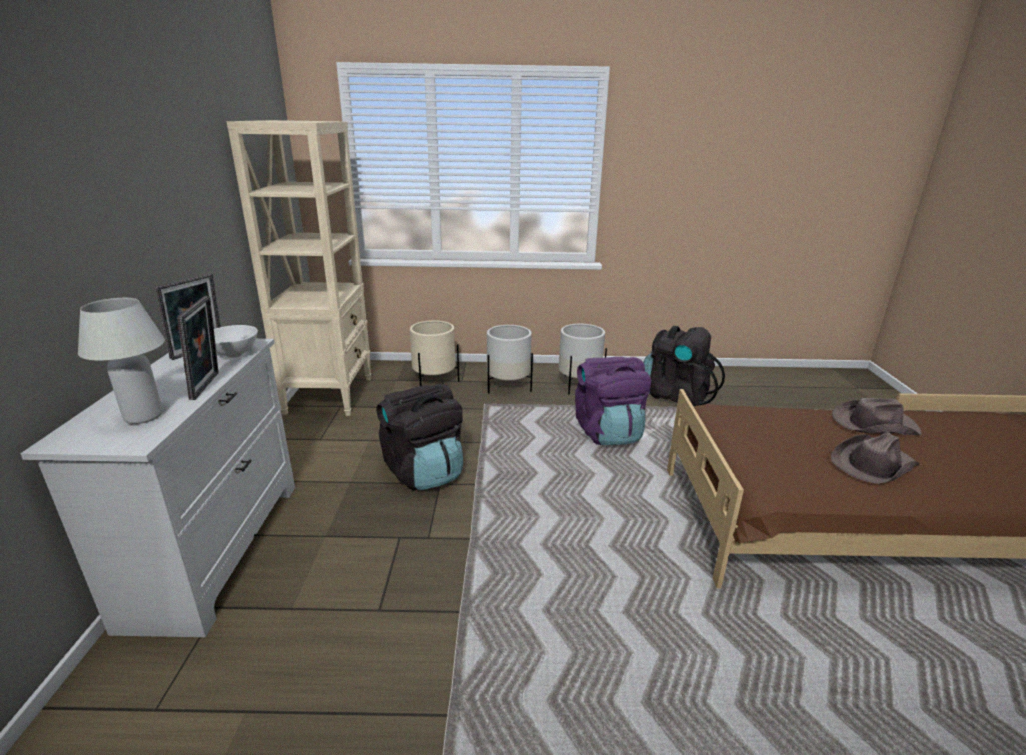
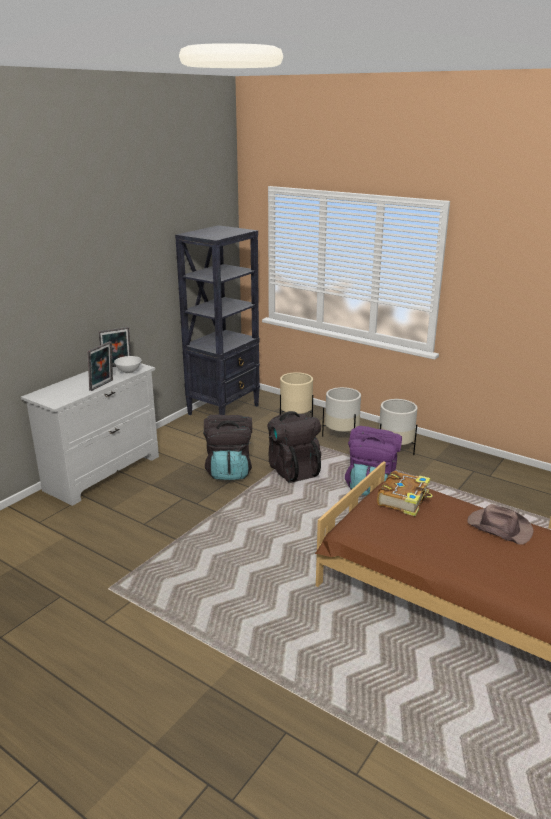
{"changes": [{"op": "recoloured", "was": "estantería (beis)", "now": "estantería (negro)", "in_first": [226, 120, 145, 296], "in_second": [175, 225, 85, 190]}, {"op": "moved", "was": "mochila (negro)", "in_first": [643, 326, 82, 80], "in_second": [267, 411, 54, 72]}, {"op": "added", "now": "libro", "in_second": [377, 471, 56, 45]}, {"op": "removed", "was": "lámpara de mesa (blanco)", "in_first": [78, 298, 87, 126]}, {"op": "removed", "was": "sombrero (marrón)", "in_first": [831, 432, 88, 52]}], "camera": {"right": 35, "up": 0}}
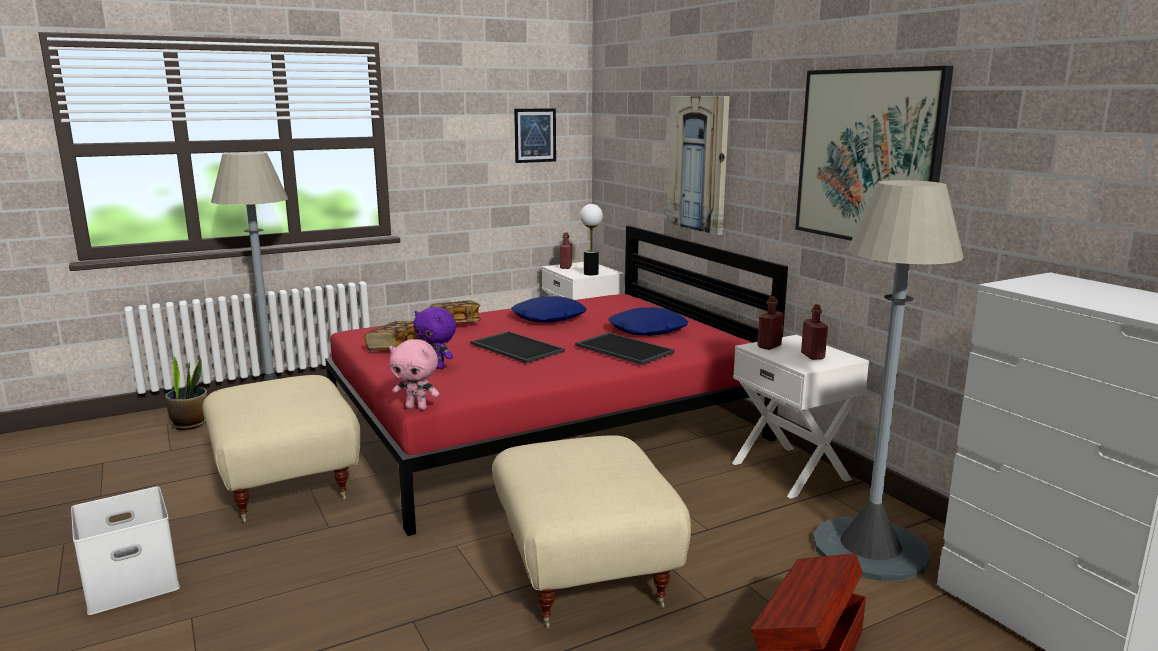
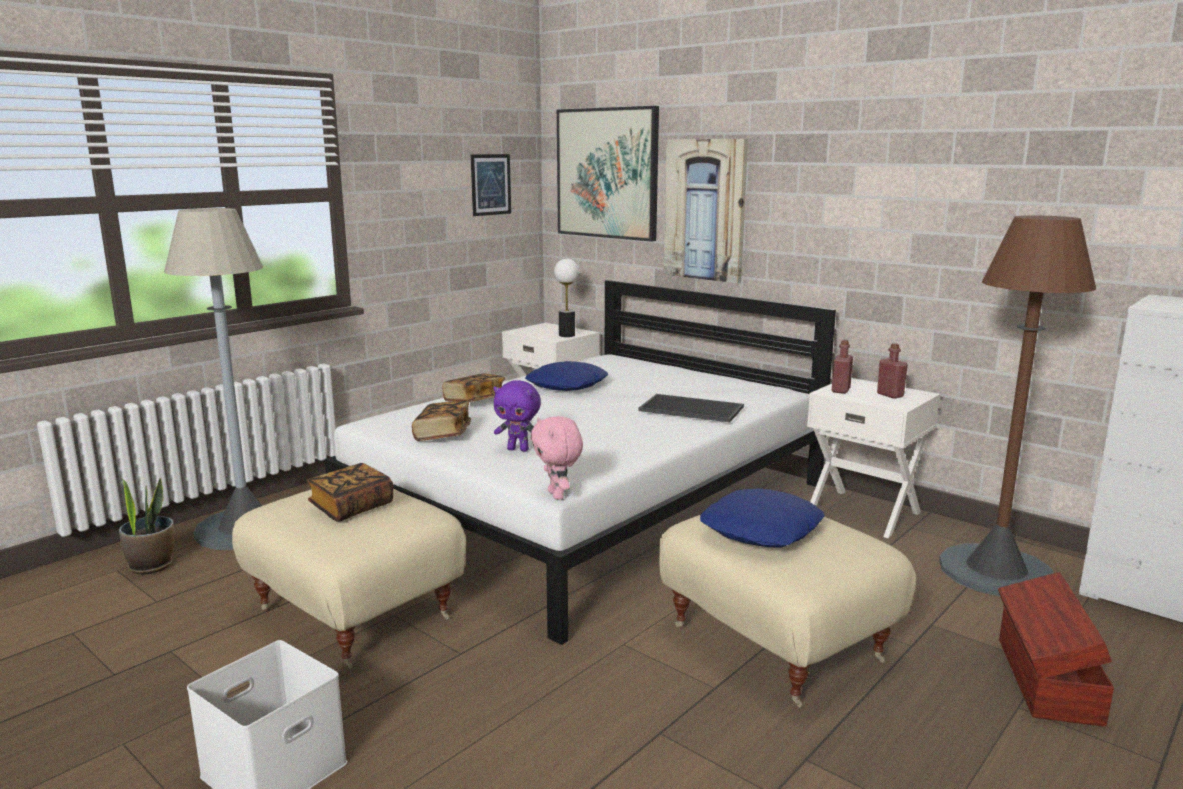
{"changes": [{"op": "added", "now": "libro", "in_second": [307, 463, 86, 59]}, {"op": "recoloured", "was": "cama (rojo)", "now": "cama (blanco)", "in_first": [325, 226, 463, 310], "in_second": [325, 280, 511, 365]}, {"op": "turned", "was": "peluche (rosa)", "in_first": [389, 339, 51, 71], "in_second": [531, 416, 52, 84], "clockwise": 75}, {"op": "moved", "was": "cuadro", "in_first": [795, 66, 159, 175], "in_second": [557, 106, 102, 136]}, {"op": "moved", "was": "cojín (azul)", "in_first": [608, 307, 80, 29], "in_second": [700, 489, 125, 59]}, {"op": "recoloured", "was": "lámpara de pie (gris)", "now": "lámpara de pie (marrón)", "in_first": [813, 180, 150, 401], "in_second": [939, 215, 157, 382]}, {"op": "removed", "was": "bandeja", "in_first": [470, 331, 95, 32]}, {"op": "removed", "was": "botella (rojo)", "in_first": [560, 232, 12, 37]}], "camera": {"right": -20, "up": 0}}
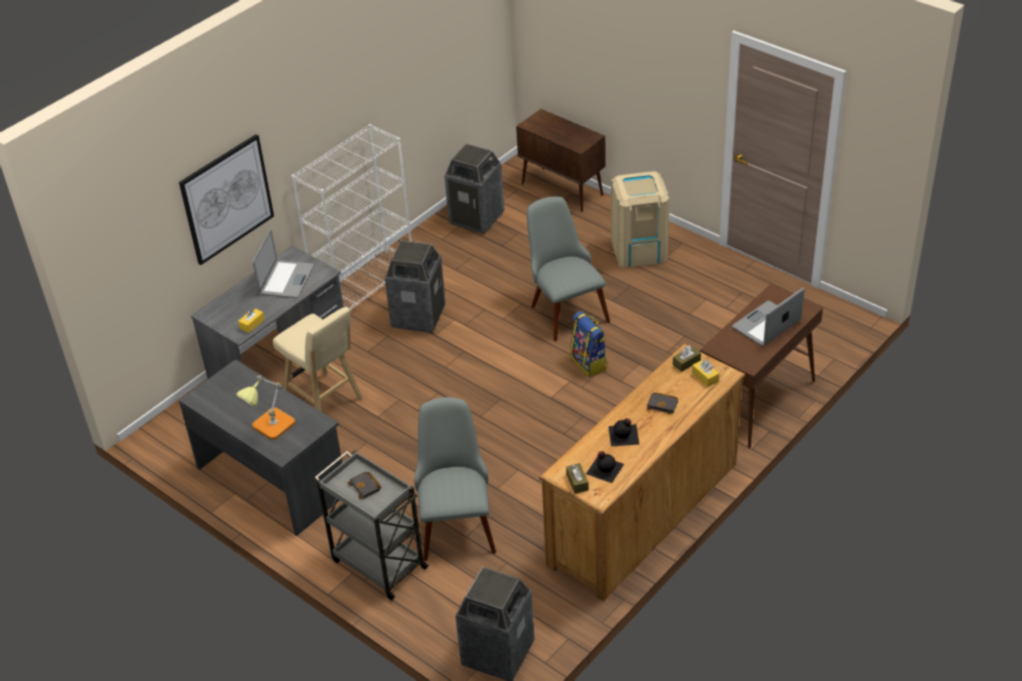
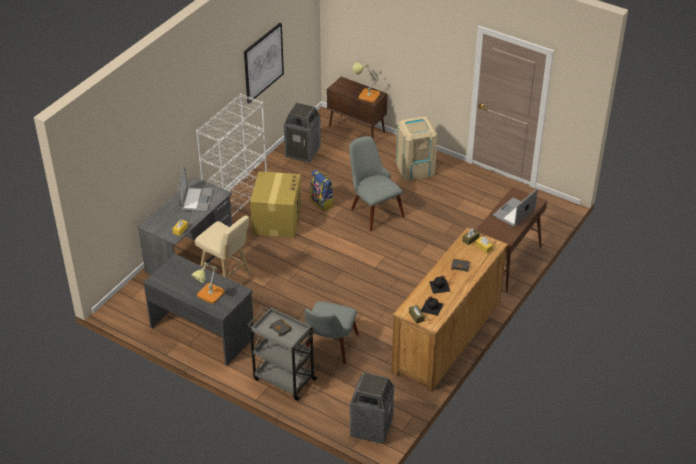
{"changes": [{"op": "moved", "was": "cuadro", "in_first": [179, 134, 95, 131], "in_second": [244, 23, 40, 80]}, {"op": "replaced", "was": "papelera", "now": "caja de cartón", "in_first": [385, 240, 61, 93], "in_second": [250, 171, 52, 67]}, {"op": "turned", "was": "silla (gris)", "in_first": [414, 397, 82, 164], "in_second": [304, 301, 55, 63], "clockwise": -150}, {"op": "moved", "was": "mochila", "in_first": [570, 311, 38, 66], "in_second": [310, 170, 24, 41]}, {"op": "added", "now": "lámpara de mesa", "in_second": [353, 62, 27, 41]}], "camera": {"right": -10, "up": 0}}
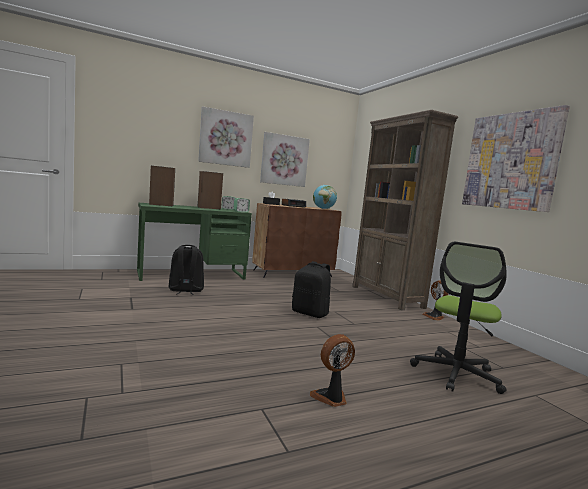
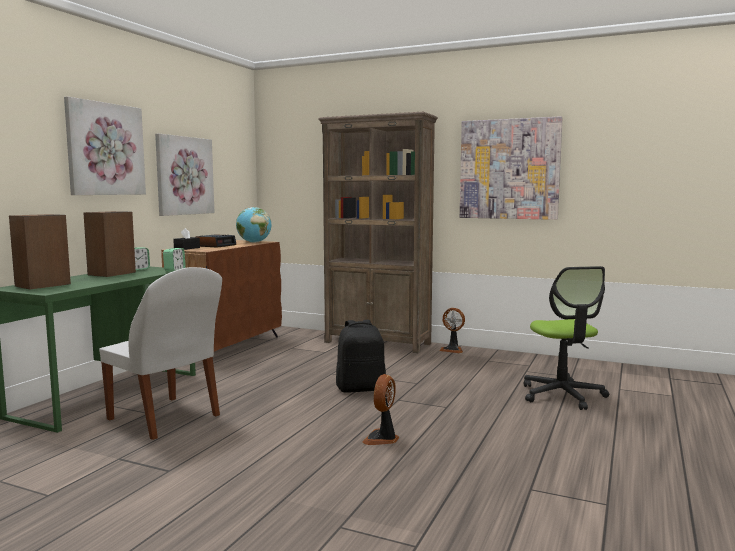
{"changes": [{"op": "replaced", "was": "mochila (negro)", "now": "silla (blanco)", "in_first": [169, 245, 35, 50], "in_second": [99, 267, 123, 173]}, {"op": "moved", "was": "ventilador", "in_first": [310, 334, 45, 73], "in_second": [362, 374, 37, 71]}], "camera": {"right": -40, "up": 0}}
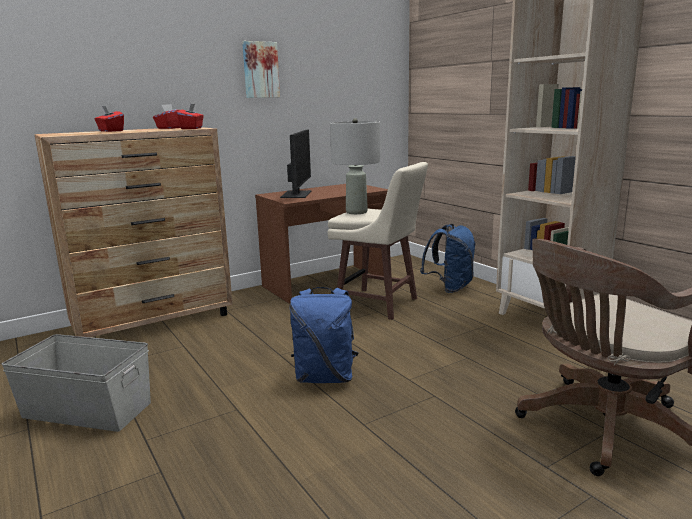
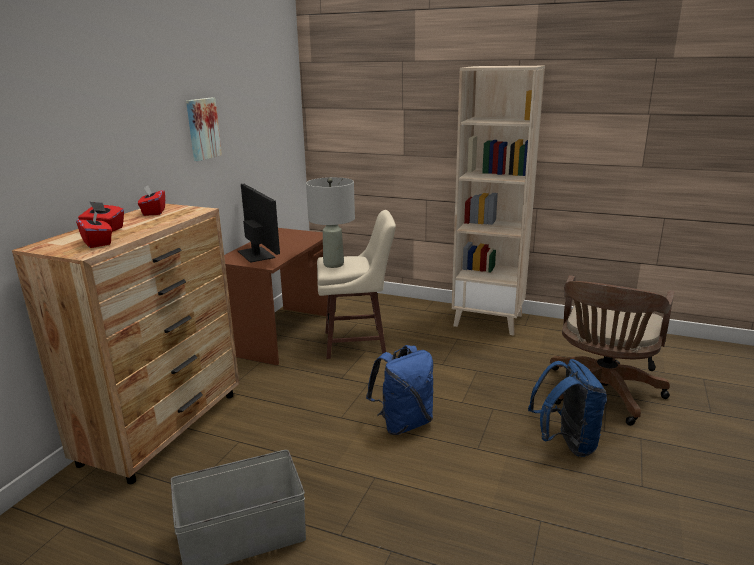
{"changes": [{"op": "moved", "was": "caja de pañuelos (rojo)", "in_first": [177, 104, 27, 25], "in_second": [76, 211, 36, 37]}, {"op": "moved", "was": "mochila (azul)", "in_first": [420, 224, 56, 69], "in_second": [528, 359, 79, 98]}], "camera": {"right": -35, "up": 5}}
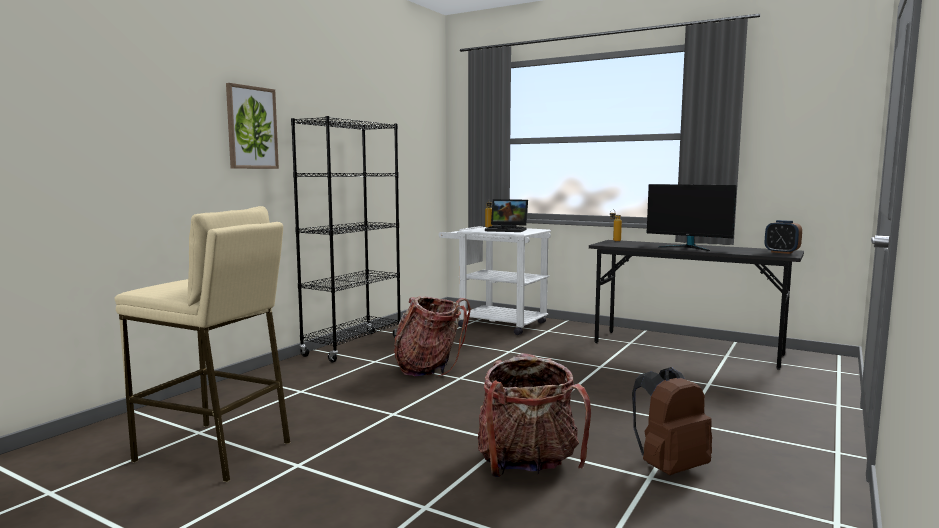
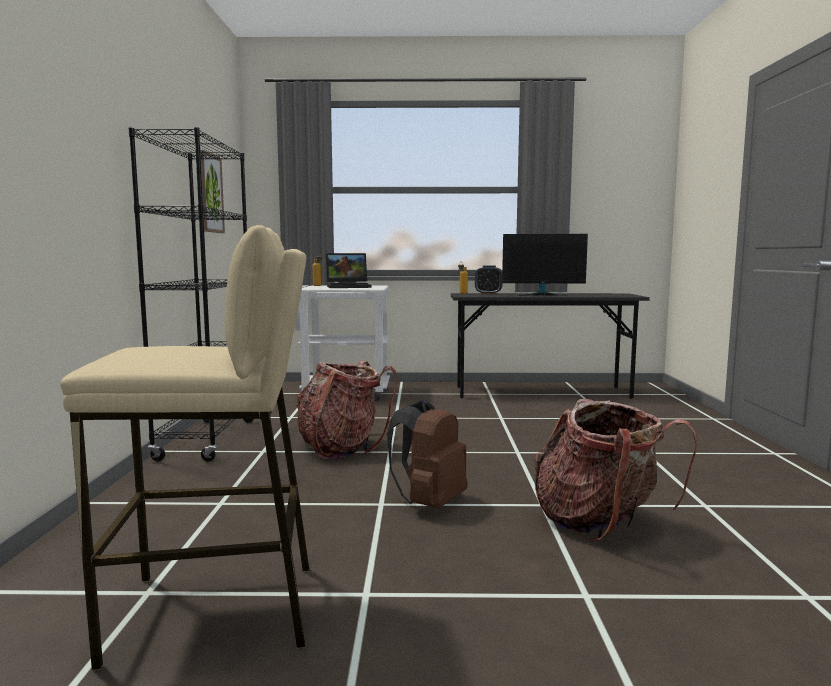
{"changes": [{"op": "moved", "was": "cuadro", "in_first": [226, 83, 53, 86], "in_second": [200, 150, 25, 83]}, {"op": "moved", "was": "mochila (marrón)", "in_first": [632, 367, 80, 108], "in_second": [387, 400, 81, 109]}, {"op": "moved", "was": "despertador", "in_first": [765, 220, 37, 34], "in_second": [475, 266, 28, 28]}], "camera": {"right": -30, "up": 0}}
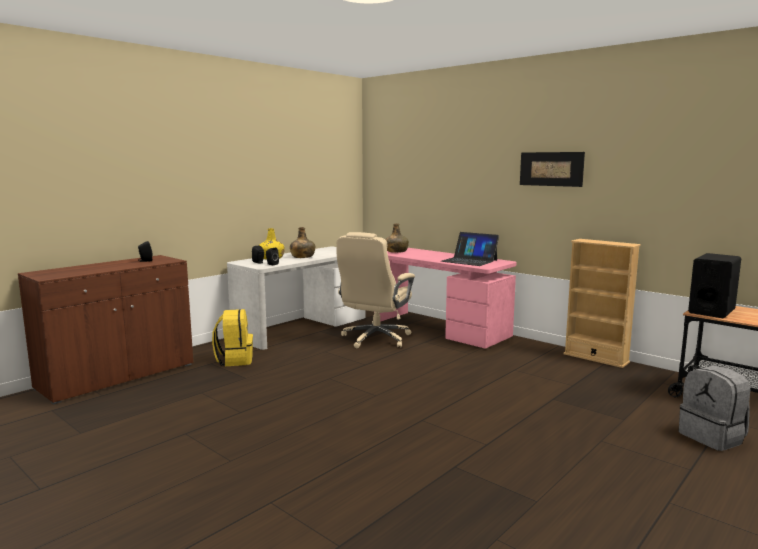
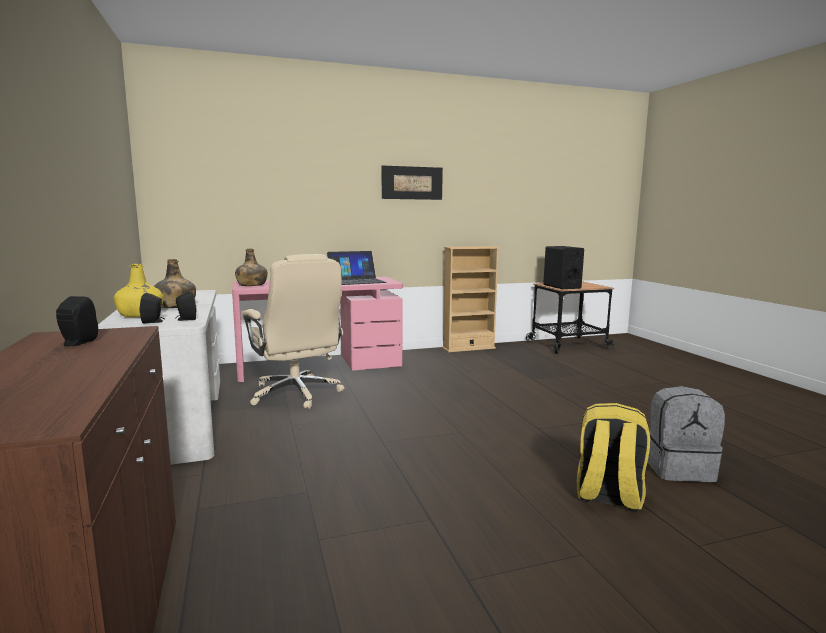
{"changes": [{"op": "moved", "was": "mochila (amarillo)", "in_first": [212, 309, 41, 57], "in_second": [577, 403, 73, 109]}, {"op": "moved", "was": "mochila (gris)", "in_first": [679, 366, 71, 85], "in_second": [648, 386, 77, 96]}], "camera": {"right": -60, "up": 0}}
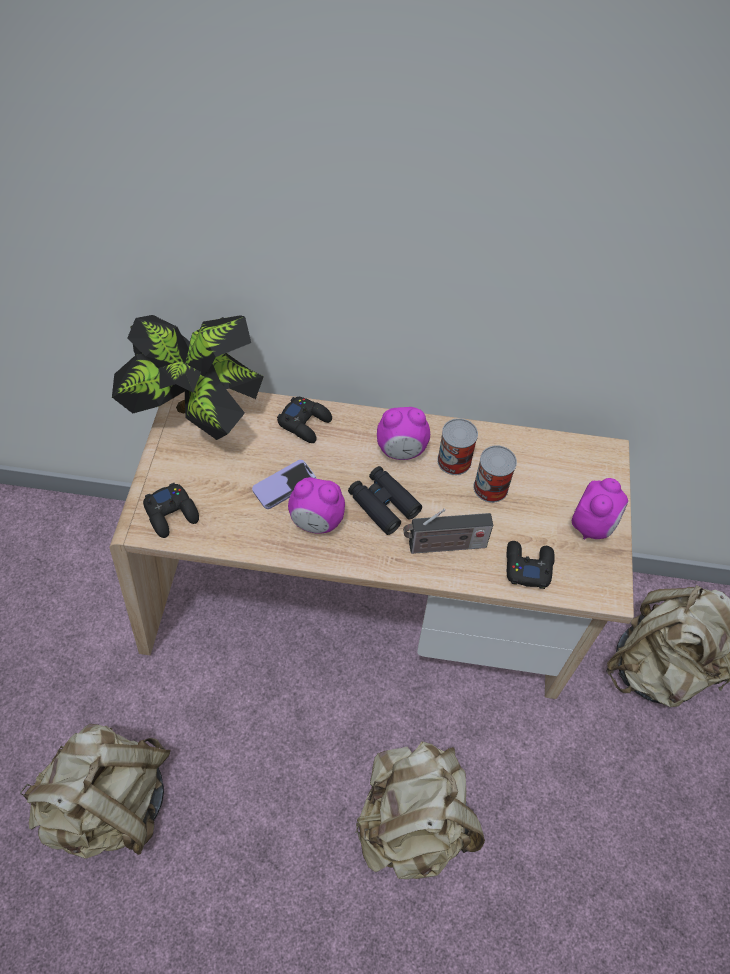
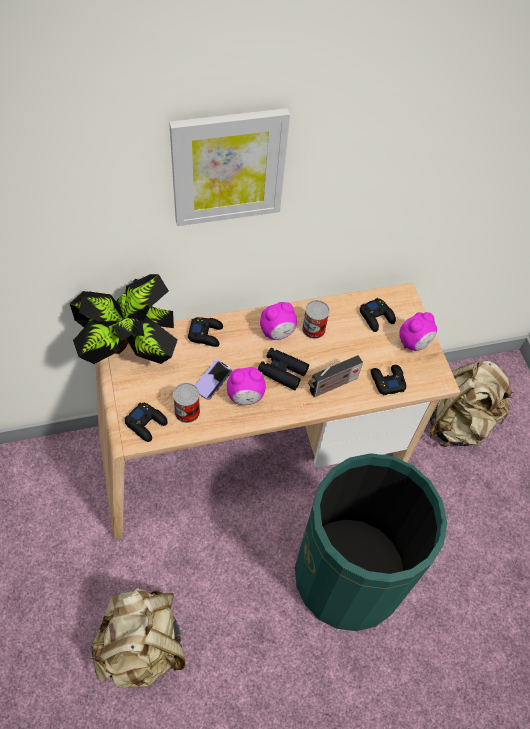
{"changes": [{"op": "added", "now": "cuadro", "in_second": [169, 108, 121, 118]}, {"op": "moved", "was": "lata", "in_first": [473, 445, 44, 58], "in_second": [173, 383, 27, 40]}, {"op": "replaced", "was": "mochila (beis)", "now": "papelera (verde)", "in_first": [355, 741, 130, 138], "in_second": [295, 453, 152, 178]}, {"op": "added", "now": "mando de consola (negro)", "in_second": [360, 298, 36, 34]}, {"op": "turned", "was": "despertador", "in_first": [572, 478, 56, 61], "in_second": [400, 312, 37, 39], "clockwise": 45}], "camera": {"right": -25, "up": 0}}
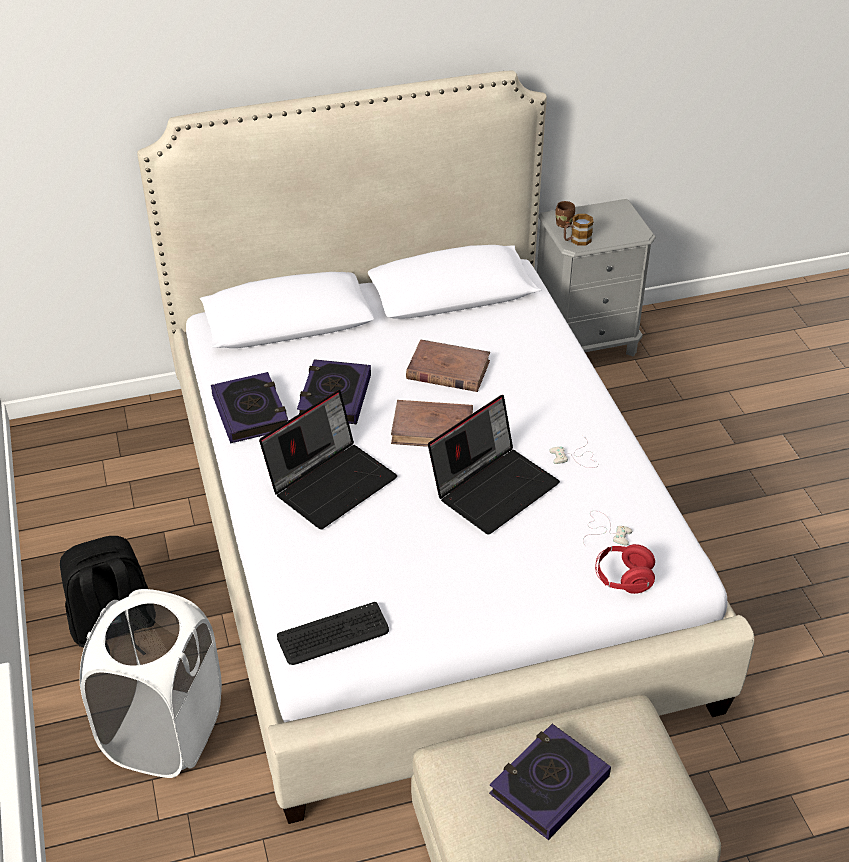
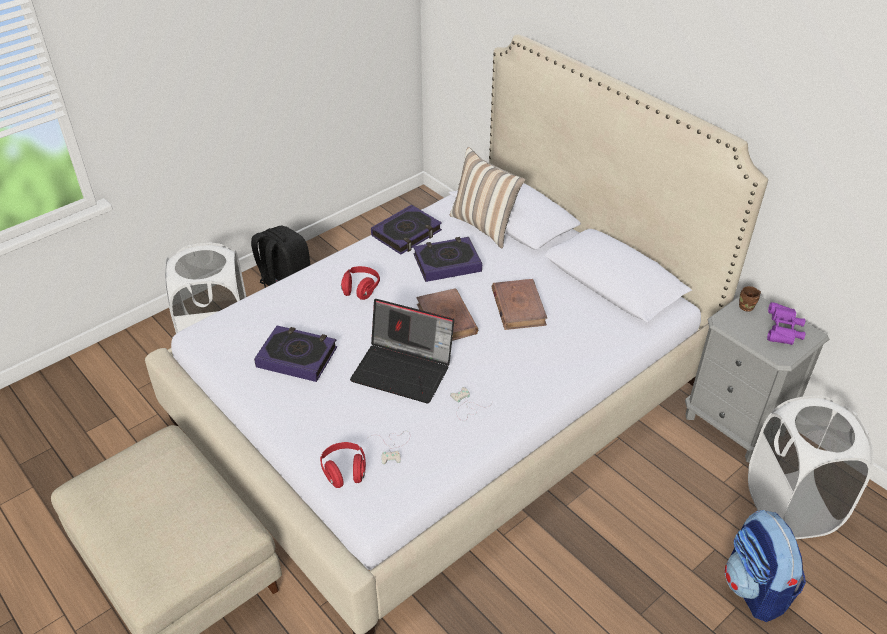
{"changes": [{"op": "moved", "was": "libro", "in_first": [489, 724, 122, 116], "in_second": [254, 326, 83, 56]}, {"op": "replaced", "was": "portátil", "now": "auriculares (rojo)", "in_first": [259, 390, 138, 139], "in_second": [341, 266, 39, 34]}, {"op": "added", "now": "cojín", "in_second": [450, 147, 75, 101]}, {"op": "added", "now": "mochila", "in_second": [725, 509, 81, 113]}, {"op": "added", "now": "cesto de la ropa (blanco)", "in_second": [748, 396, 126, 143]}, {"op": "added", "now": "prismáticos (morado)", "in_second": [767, 302, 38, 43]}, {"op": "removed", "was": "teclado", "in_first": [277, 602, 112, 63]}, {"op": "removed", "was": "taza grande", "in_first": [564, 214, 30, 32]}], "camera": {"right": 65, "up": 0}}
